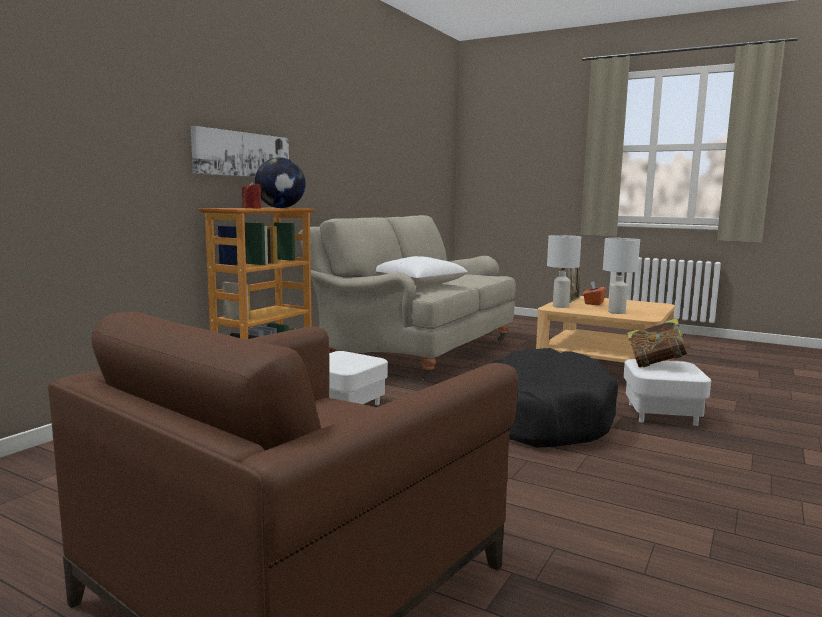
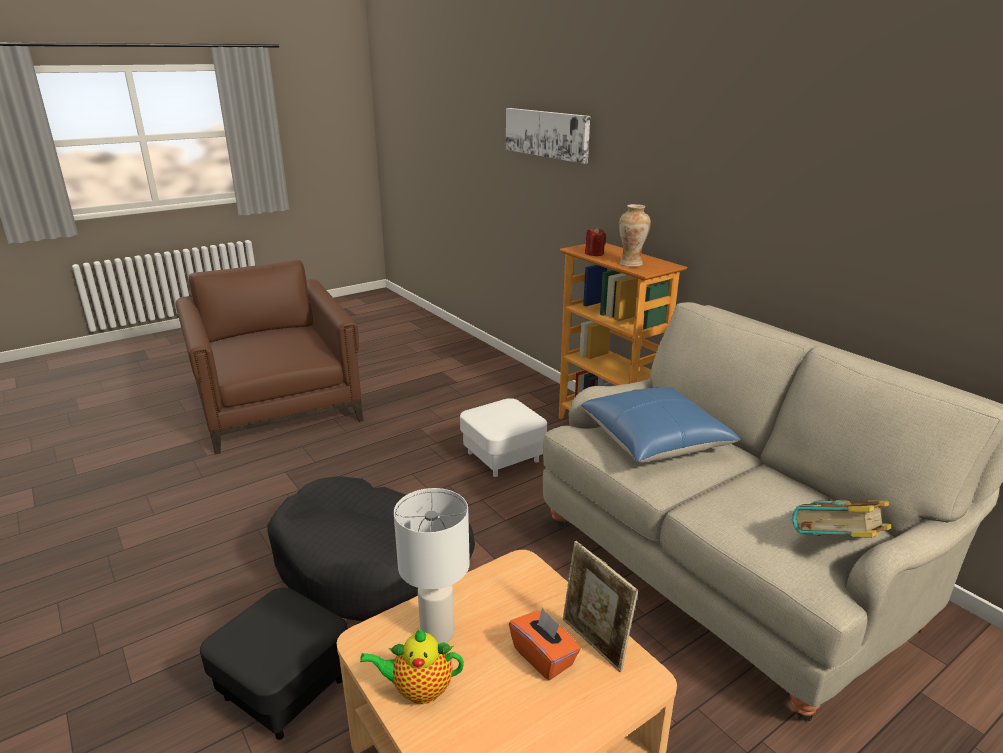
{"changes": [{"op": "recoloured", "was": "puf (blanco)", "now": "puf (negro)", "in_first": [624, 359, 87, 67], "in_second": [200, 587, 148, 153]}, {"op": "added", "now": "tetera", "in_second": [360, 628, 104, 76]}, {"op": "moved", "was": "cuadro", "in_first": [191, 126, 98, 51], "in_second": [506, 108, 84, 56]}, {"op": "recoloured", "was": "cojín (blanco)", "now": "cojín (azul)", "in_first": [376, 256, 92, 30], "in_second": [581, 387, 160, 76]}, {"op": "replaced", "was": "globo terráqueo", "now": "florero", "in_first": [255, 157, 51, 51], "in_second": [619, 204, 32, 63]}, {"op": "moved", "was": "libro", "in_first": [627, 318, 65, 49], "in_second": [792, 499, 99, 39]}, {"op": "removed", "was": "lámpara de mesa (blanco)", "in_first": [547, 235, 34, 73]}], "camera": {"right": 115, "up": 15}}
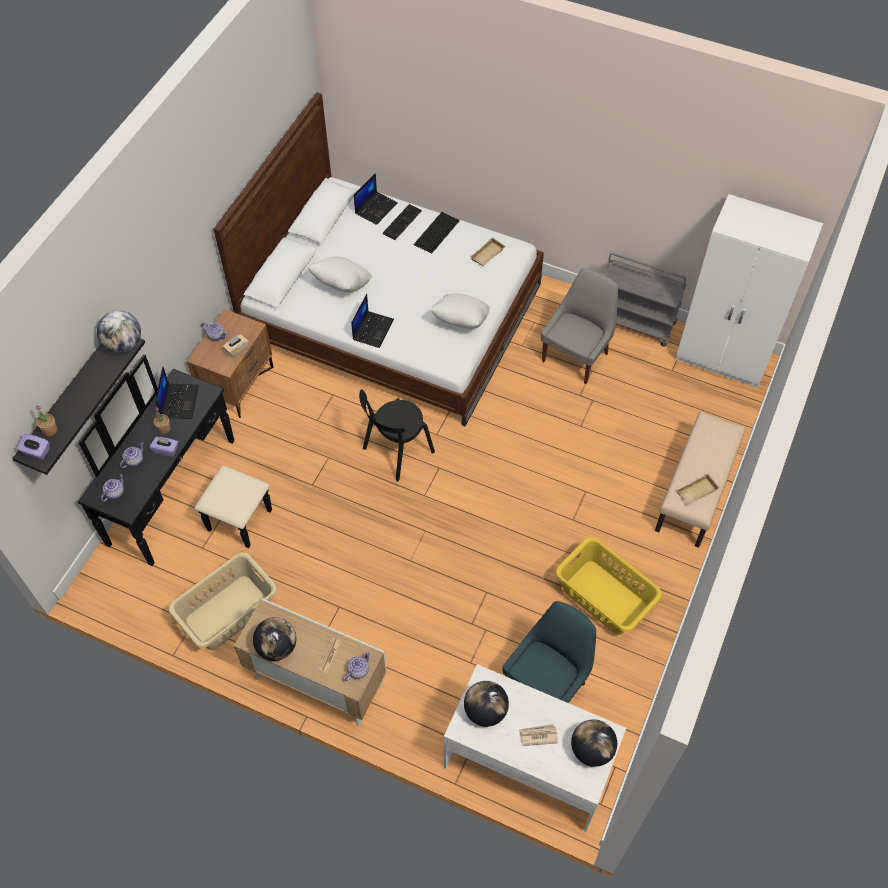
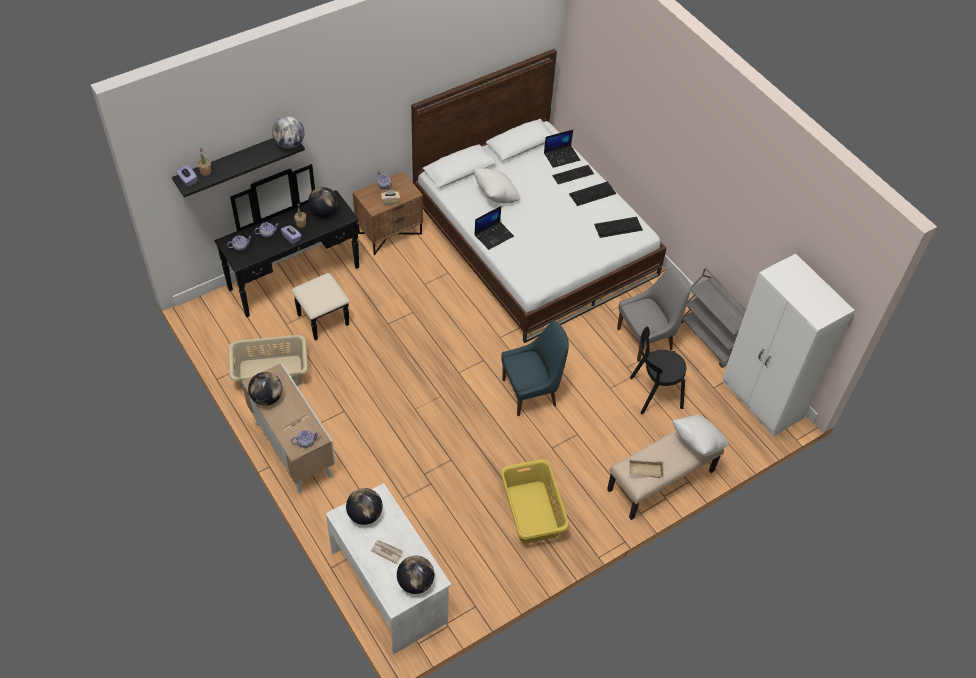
{"changes": [{"op": "replaced", "was": "portátil", "now": "globo terráqueo", "in_first": [155, 367, 44, 52], "in_second": [308, 187, 30, 30]}, {"op": "moved", "was": "silla (azul)", "in_first": [502, 601, 94, 102], "in_second": [501, 320, 68, 96]}, {"op": "replaced", "was": "bandeja (beis)", "now": "teclado", "in_first": [470, 237, 36, 29], "in_second": [594, 217, 49, 21]}, {"op": "moved", "was": "silla (negro)", "in_first": [359, 389, 76, 93], "in_second": [630, 326, 57, 88]}, {"op": "moved", "was": "cojín (blanco)", "in_first": [430, 294, 60, 35], "in_second": [673, 414, 55, 42]}], "camera": {"right": 30, "up": -5}}
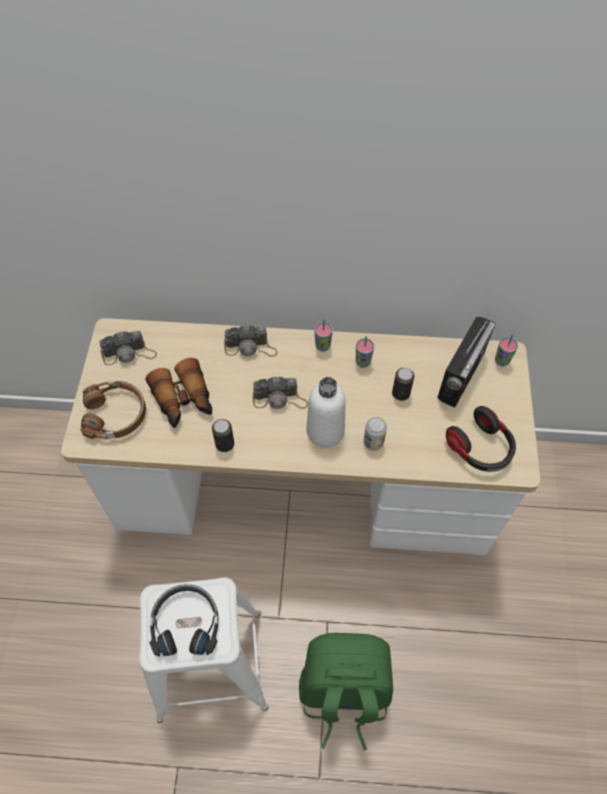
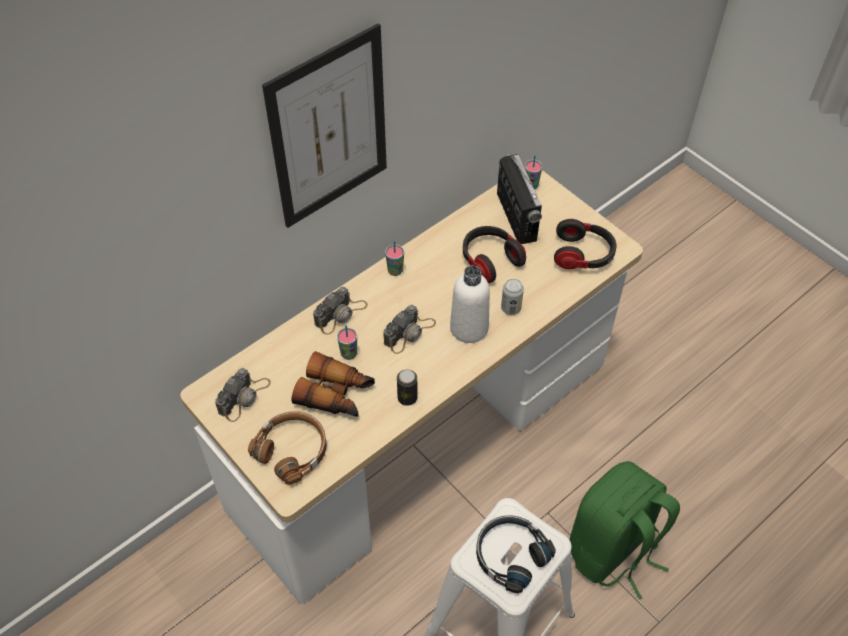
{"changes": [{"op": "added", "now": "cuadro", "in_second": [262, 23, 125, 205]}, {"op": "moved", "was": "taza", "in_first": [356, 336, 19, 32], "in_second": [337, 325, 20, 35]}, {"op": "replaced", "was": "lata", "now": "auriculares", "in_first": [392, 368, 22, 33], "in_second": [463, 226, 63, 57]}], "camera": {"right": -45, "up": -5}}
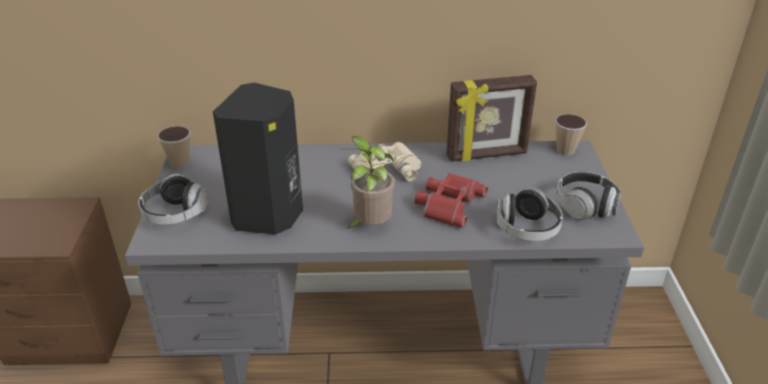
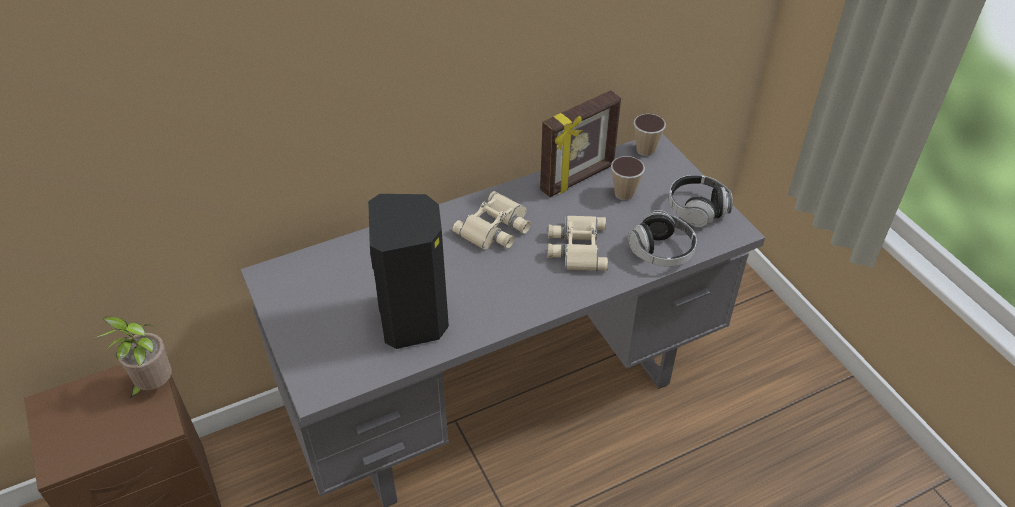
{"changes": [{"op": "moved", "was": "planta en maceta", "in_first": [347, 136, 48, 93], "in_second": [94, 317, 78, 81]}, {"op": "recoloured", "was": "prismáticos (rojo)", "now": "prismáticos (beis)", "in_first": [415, 173, 73, 55], "in_second": [548, 215, 60, 56]}, {"op": "moved", "was": "taza", "in_first": [157, 126, 34, 43], "in_second": [611, 156, 34, 45]}, {"op": "removed", "was": "auriculares", "in_first": [139, 174, 69, 51]}], "camera": {"right": -25, "up": 10}}
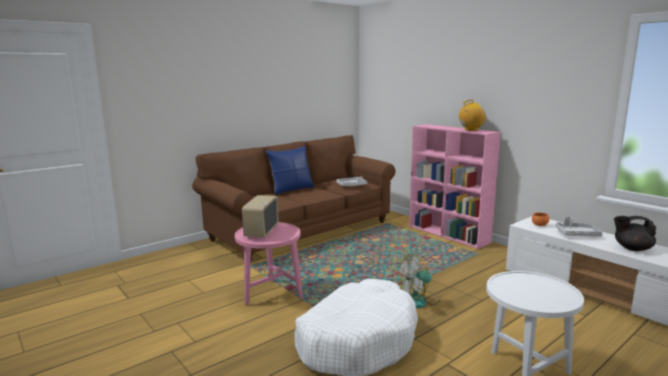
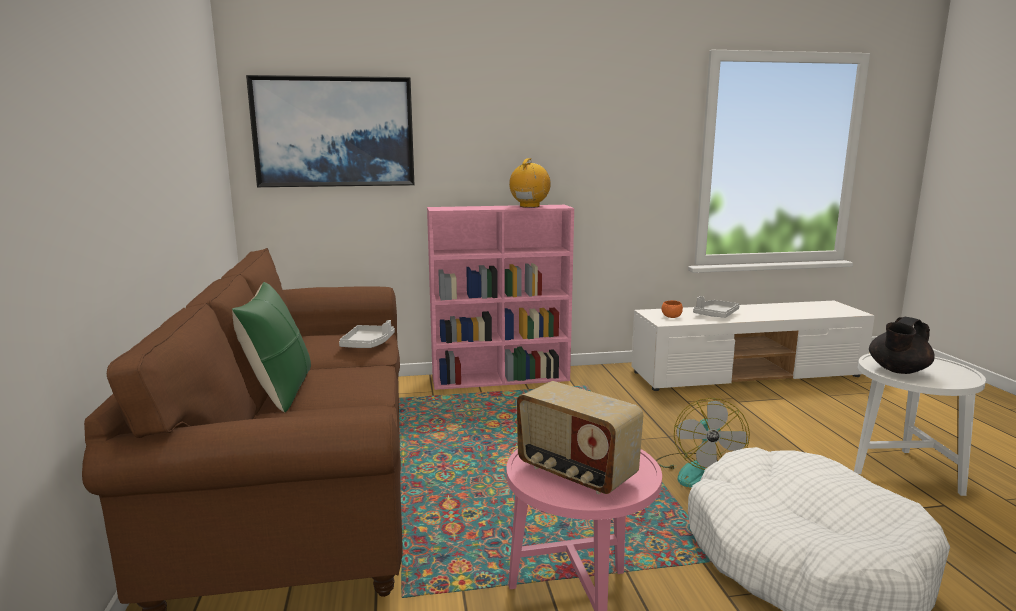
{"changes": [{"op": "recoloured", "was": "cojín (azul)", "now": "cojín (verde)", "in_first": [265, 146, 49, 49], "in_second": [232, 282, 79, 131]}, {"op": "added", "now": "cuadro", "in_second": [246, 75, 168, 112]}, {"op": "moved", "was": "tetera (negro)", "in_first": [614, 216, 42, 35], "in_second": [869, 317, 66, 57]}], "camera": {"right": -60, "up": 0}}
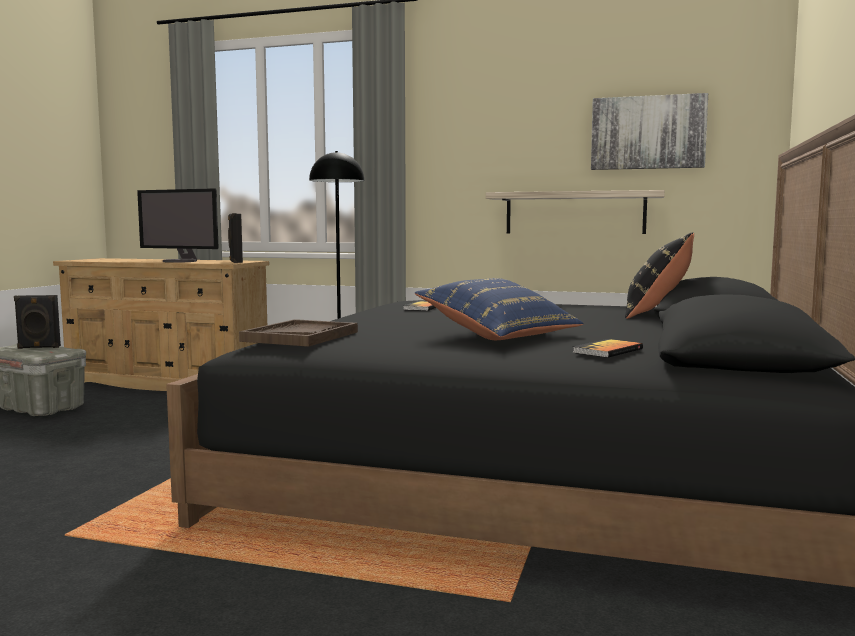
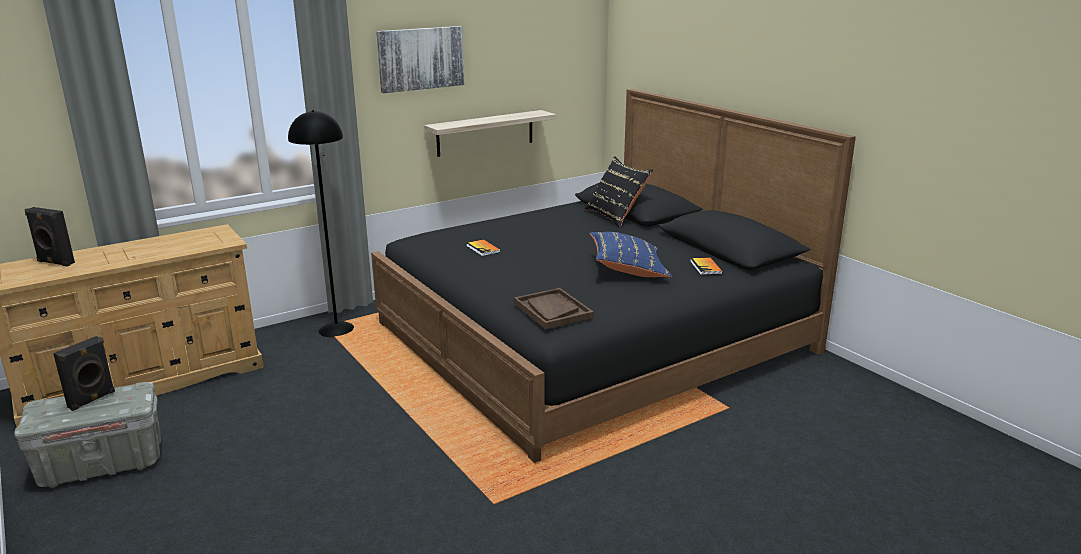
{"changes": [{"op": "moved", "was": "altavoz (negro)", "in_first": [228, 213, 15, 50], "in_second": [25, 207, 50, 60]}, {"op": "moved", "was": "cuadro", "in_first": [591, 93, 117, 77], "in_second": [376, 26, 88, 67]}, {"op": "removed", "was": "monitor", "in_first": [137, 188, 82, 75]}], "camera": {"right": -50, "up": 15}}
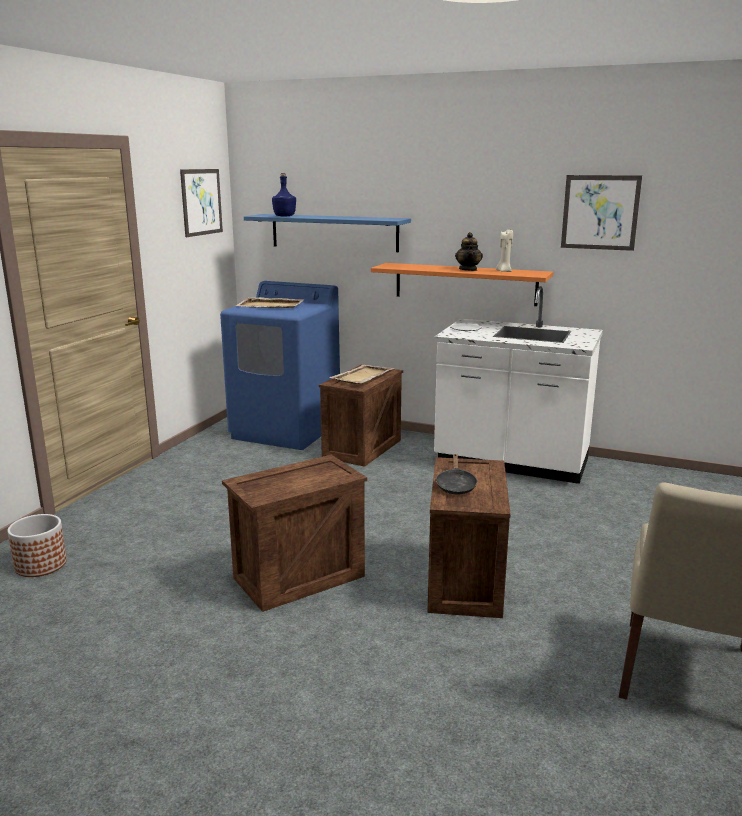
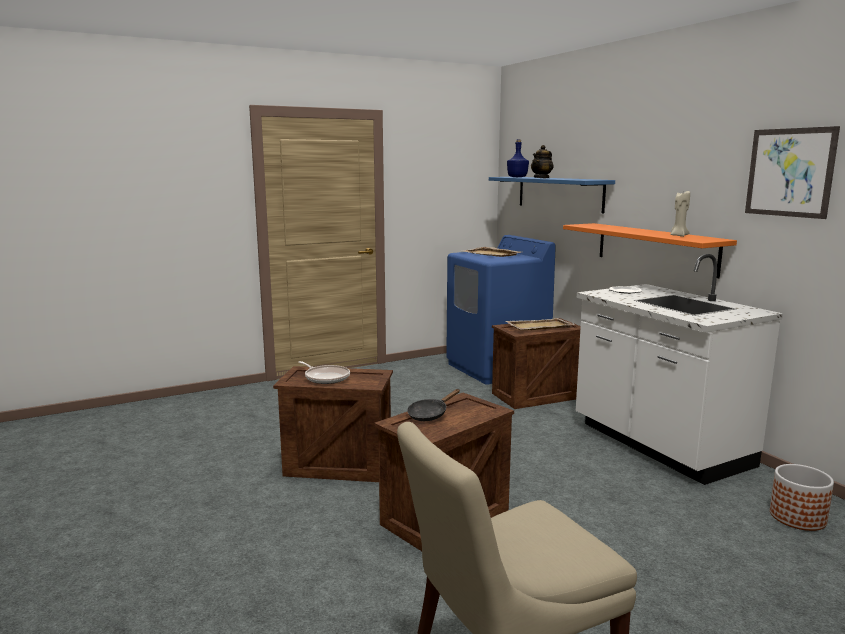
{"changes": [{"op": "added", "now": "sartén", "in_second": [298, 361, 52, 23]}, {"op": "moved", "was": "tetera", "in_first": [455, 232, 28, 39], "in_second": [531, 145, 23, 33]}, {"op": "moved", "was": "maceta", "in_first": [7, 514, 60, 63], "in_second": [770, 464, 64, 67]}, {"op": "removed", "was": "cuadro", "in_first": [180, 169, 43, 68]}], "camera": {"right": 40, "up": -5}}
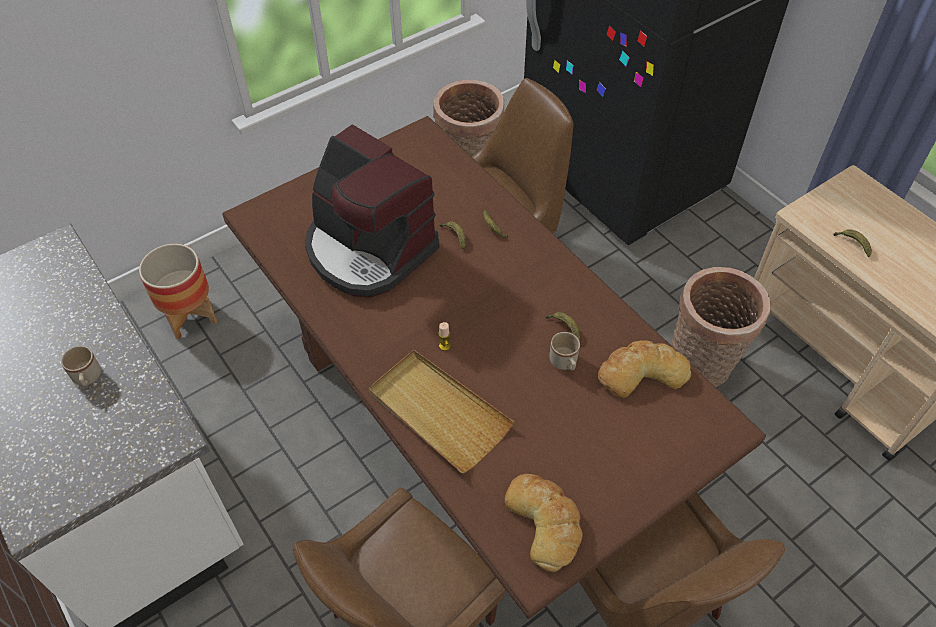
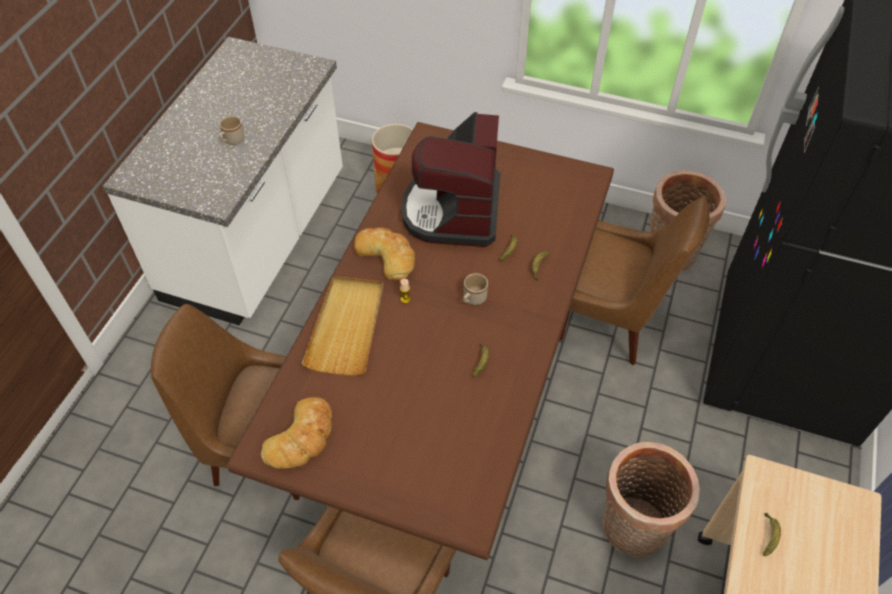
{"changes": [{"op": "moved", "was": "pan", "in_first": [598, 340, 93, 58], "in_second": [354, 227, 61, 53]}, {"op": "moved", "was": "taza grande (beis)", "in_first": [550, 332, 30, 38], "in_second": [463, 273, 25, 32]}], "camera": {"right": 55, "up": 0}}
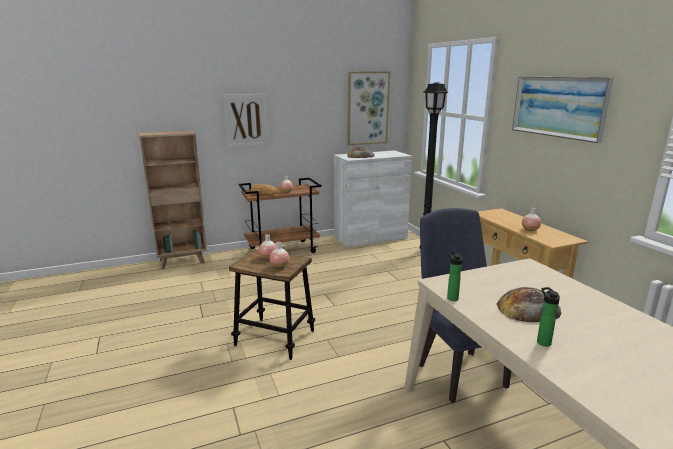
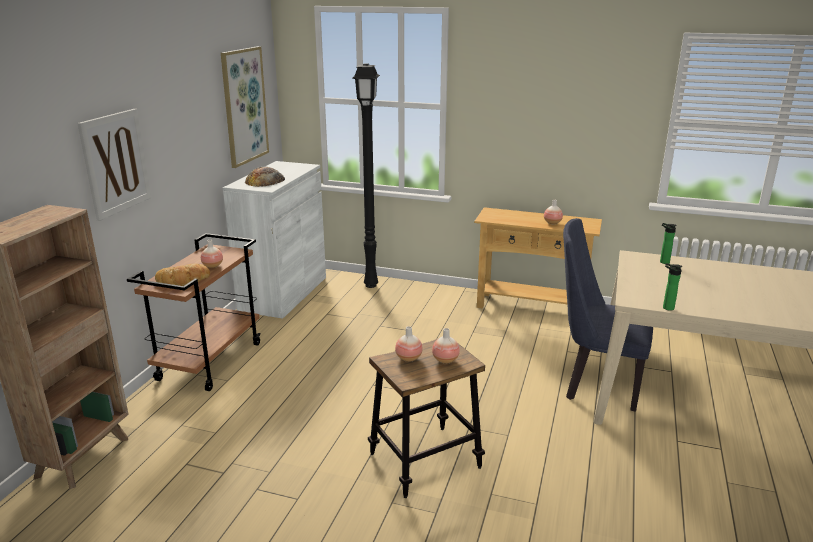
{"changes": [{"op": "moved", "was": "botella", "in_first": [537, 287, 23, 60], "in_second": [660, 223, 17, 41]}, {"op": "removed", "was": "pan", "in_first": [496, 287, 66, 35]}, {"op": "removed", "was": "cuadro", "in_first": [512, 77, 102, 66]}], "camera": {"right": -50, "up": 5}}
